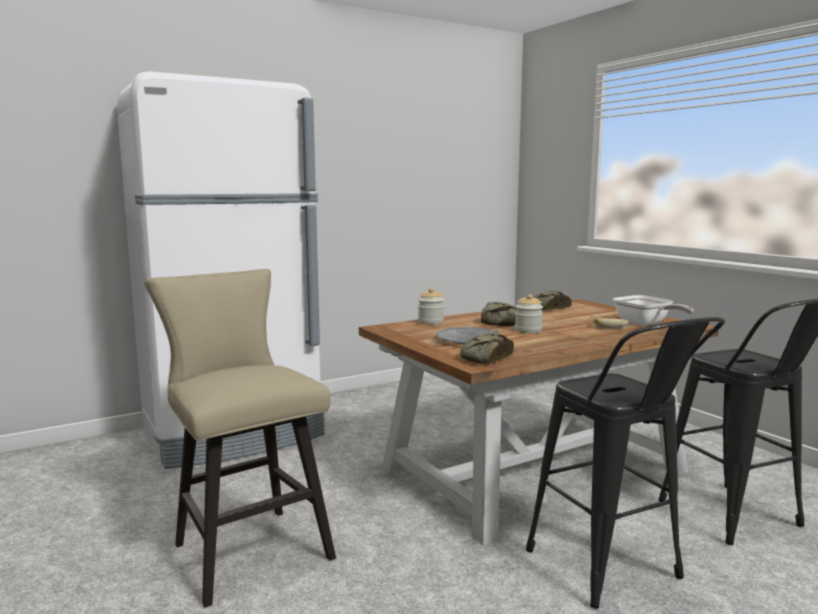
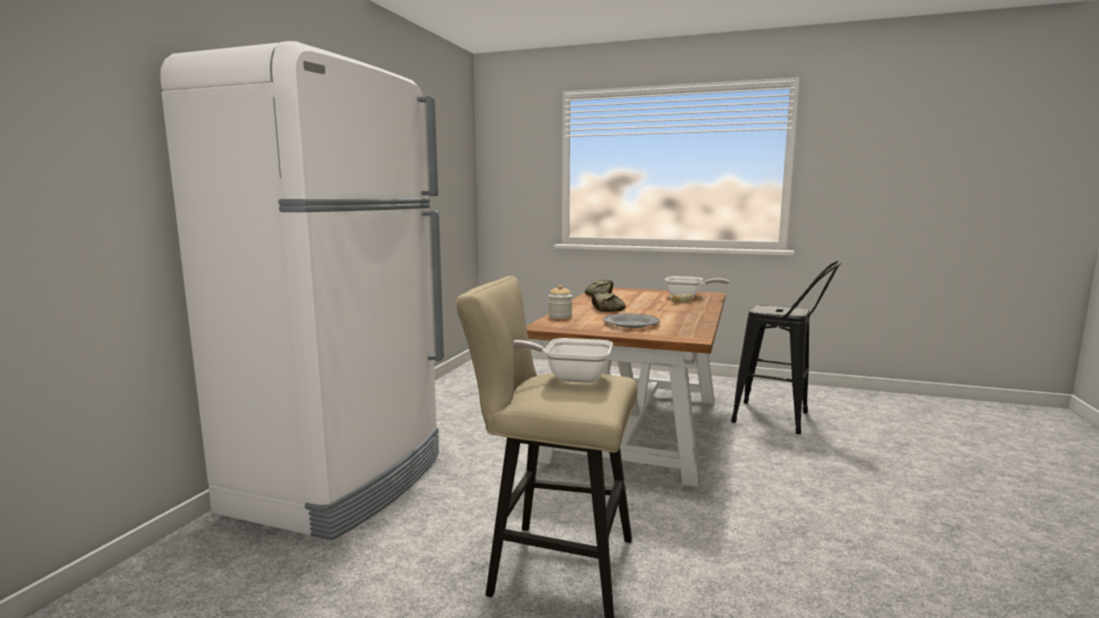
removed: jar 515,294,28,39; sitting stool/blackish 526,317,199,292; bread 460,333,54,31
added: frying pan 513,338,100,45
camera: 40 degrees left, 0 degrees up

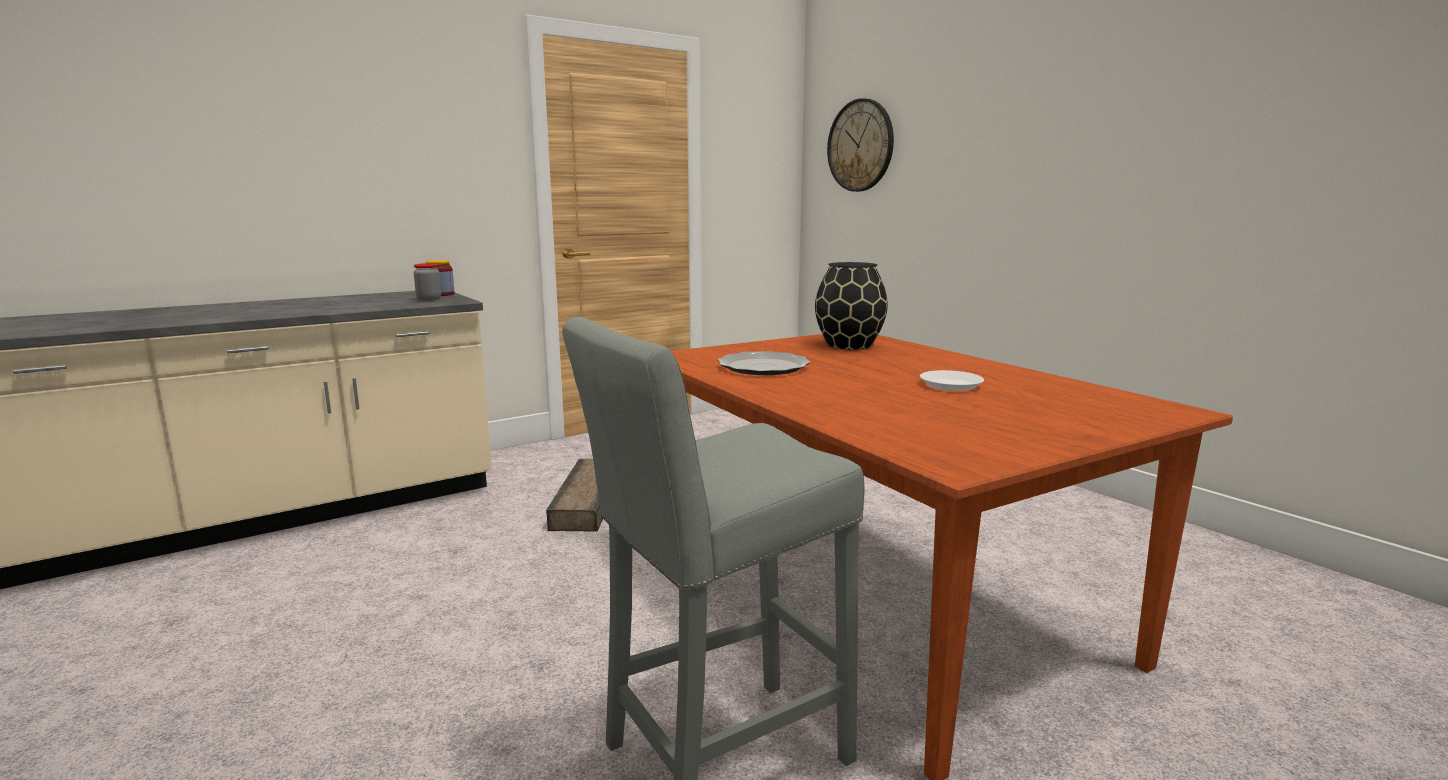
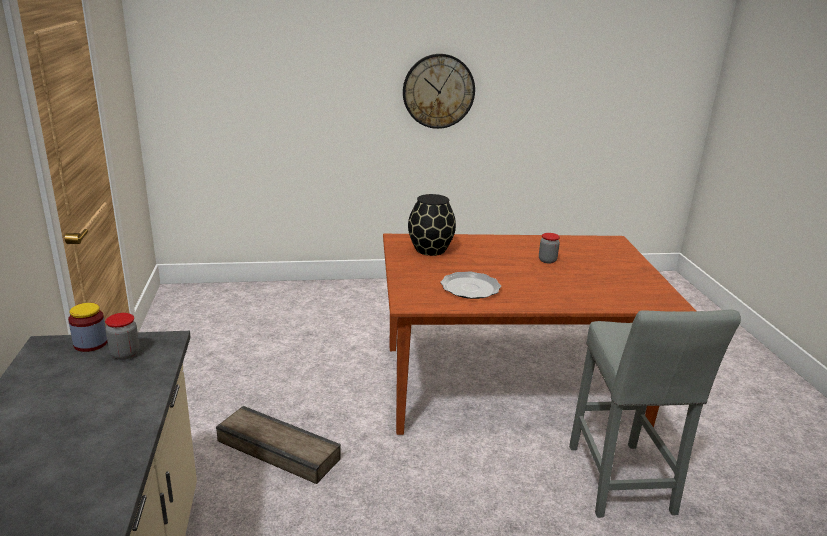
moved: wall clock 827,98,67,94 to 403,54,72,75
replaced: dinner plate/white 920,370,64,21 to jar 539,233,21,31
camera: 65 degrees left, 10 degrees up

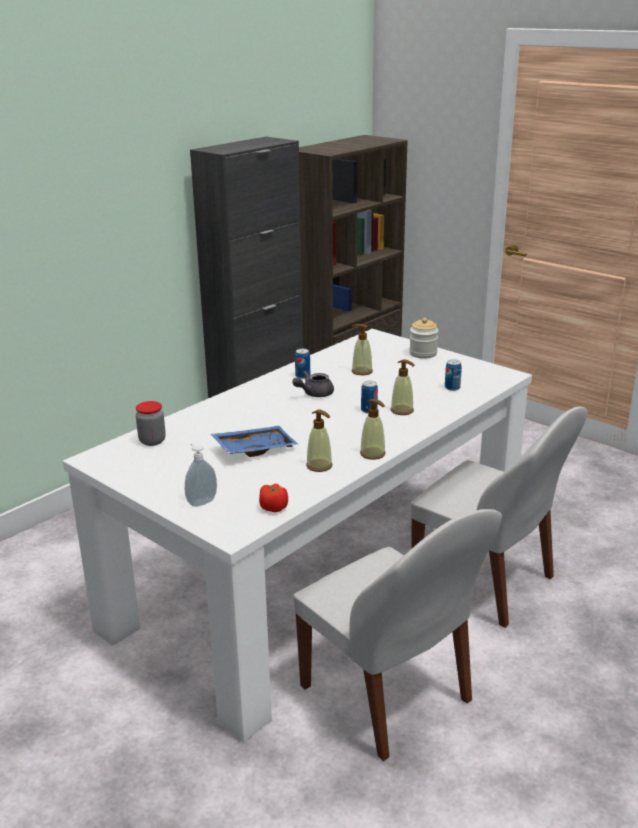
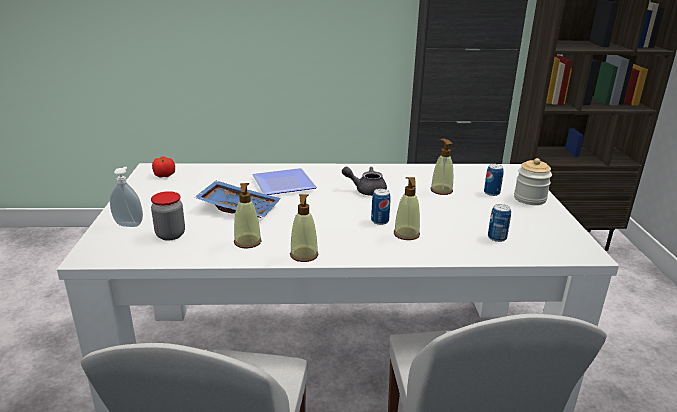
added: dinner plate 252,168,65,27
moved: sealed can 295,349,15,30 to 484,164,20,32; jar 136,401,30,45 to 151,191,34,50; fresh tomato 259,484,29,28 to 152,156,23,22
camera: 45 degrees right, 0 degrees up

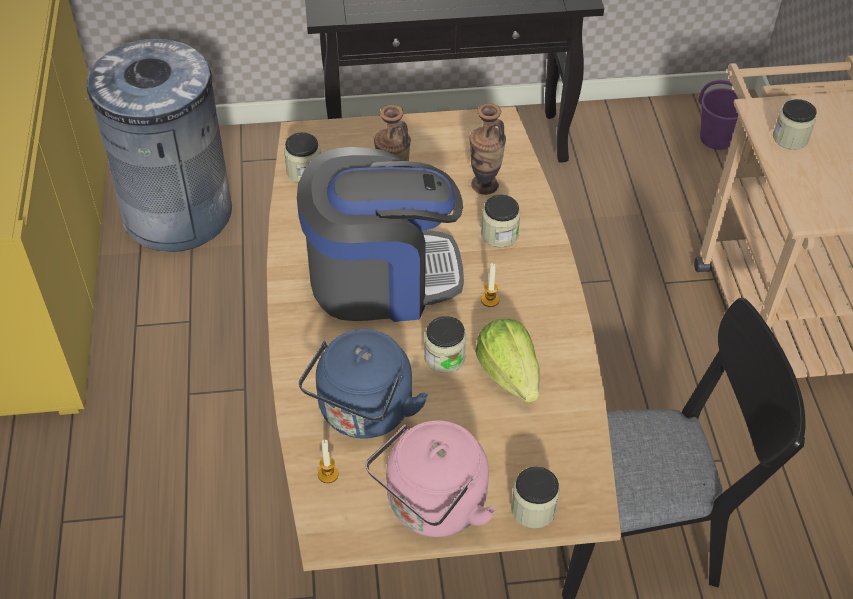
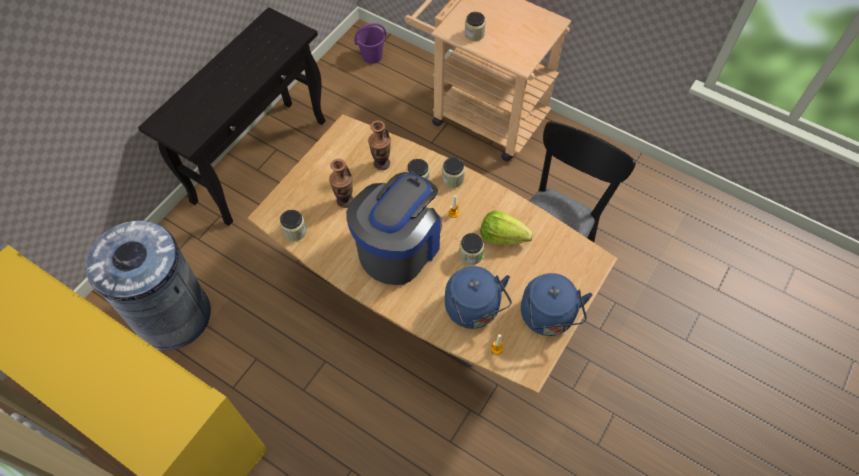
moved: jar 511,467,49,61 to 442,157,23,31
recoloured: kettle/pinkish 366,421,130,116 to kettle/bluish 521,273,71,63
camera: 50 degrees left, 10 degrees up

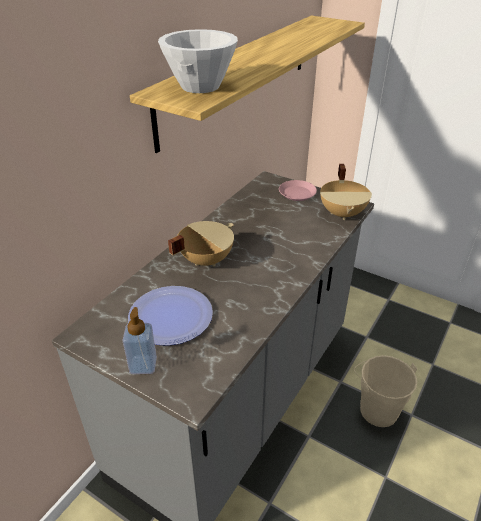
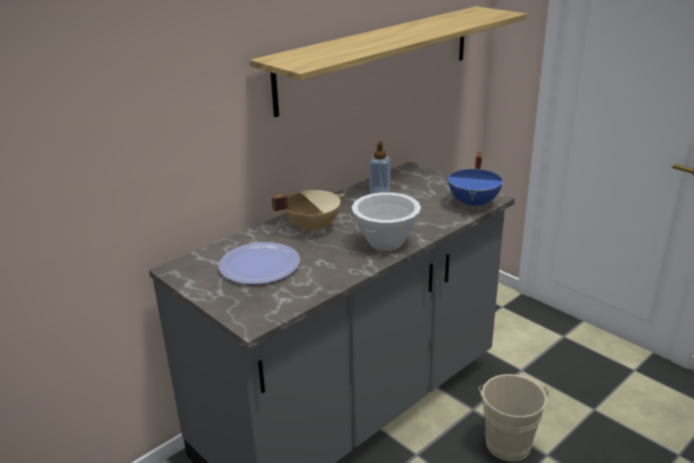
removed: dinner plate/pinkish 279,180,38,21
moved: deep dish/white 158,29,80,64 to 352,192,69,59; soap dispenser 122,307,35,67 to 370,141,20,53
recoloured: saucepot/beige 320,164,52,56 to saucepot/bluish 448,152,55,57
camera: 15 degrees right, 10 degrees down

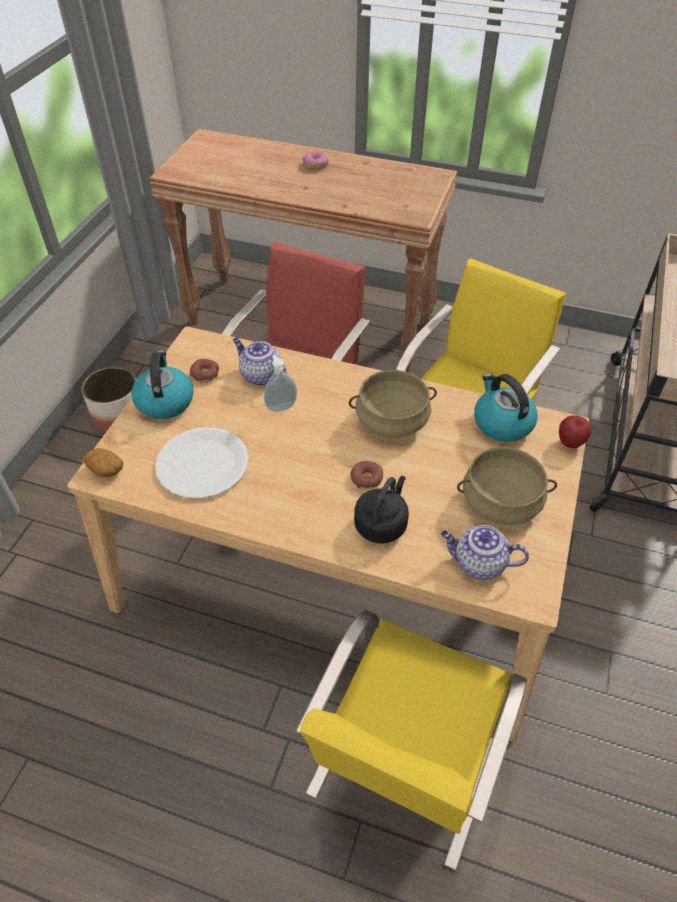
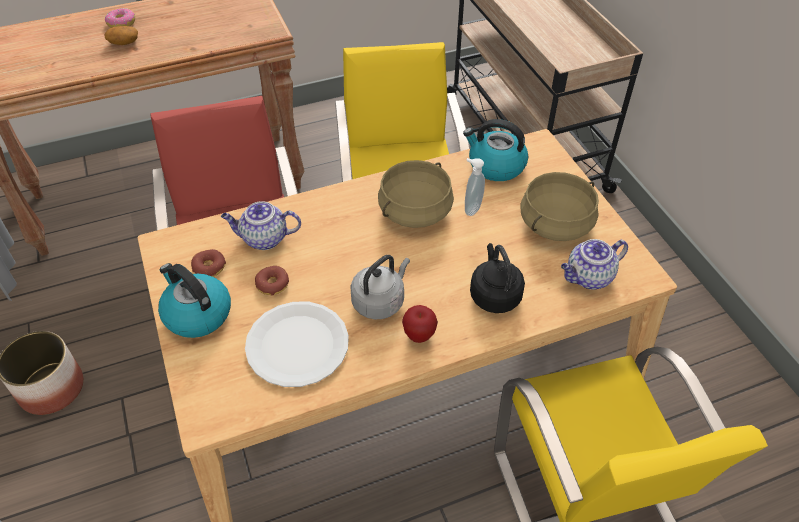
added: kettle/grey 351,255,59,65
moved: soap dispenser 264,355,33,57 to 465,158,20,58; apple 559,415,32,34 to 402,305,36,38; potato 83,448,40,29 to 105,26,33,19; doughnut 350,461,33,28 to 255,266,34,30
camera: 40 degrees left, 0 degrees up

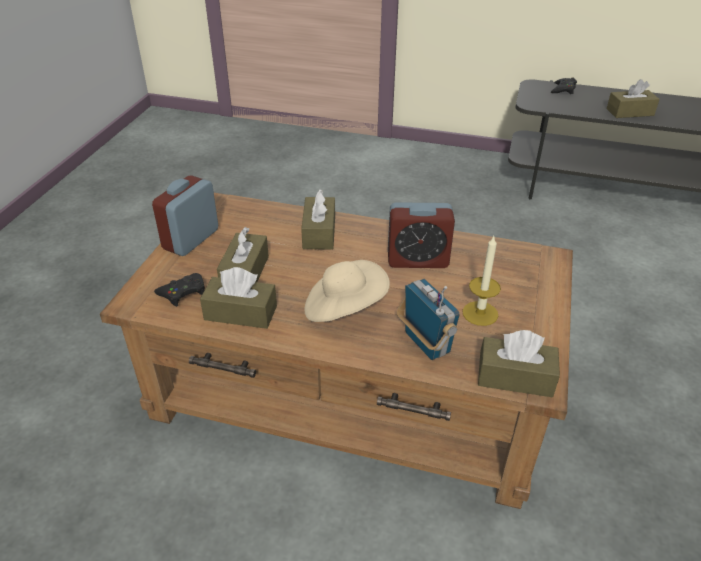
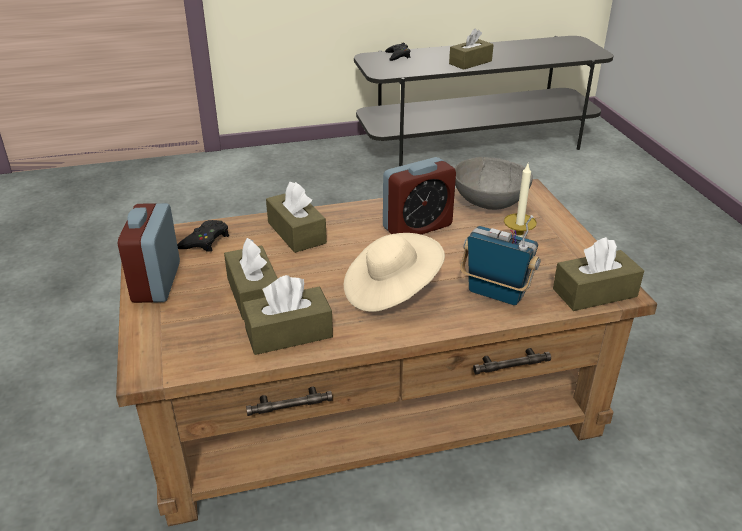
added: deep dish/grey 454,157,79,53
moved: joypad/blackish 154,273,51,34 to 177,220,52,32
camera: 30 degrees left, 5 degrees down

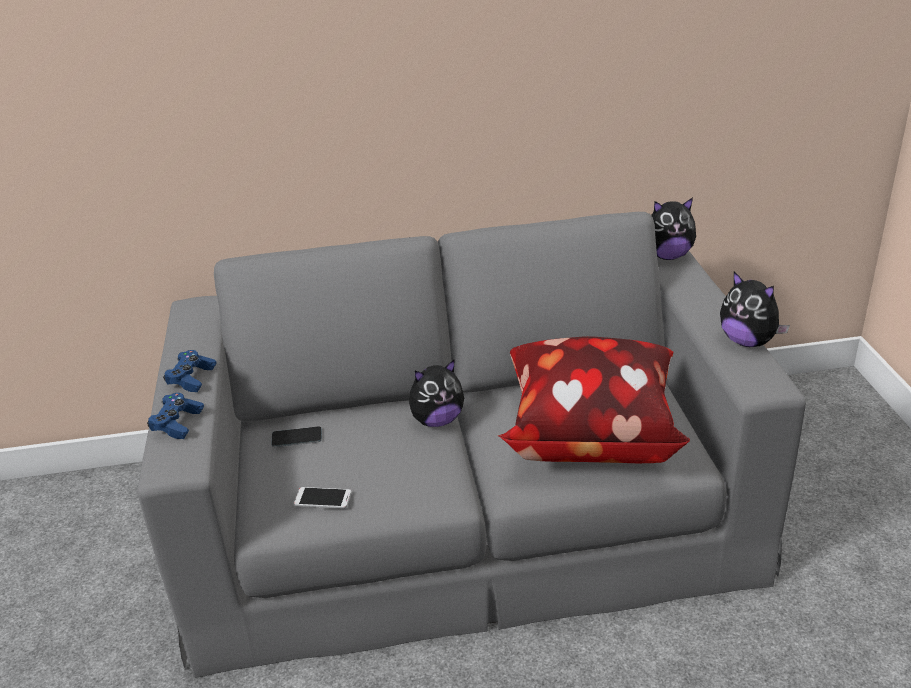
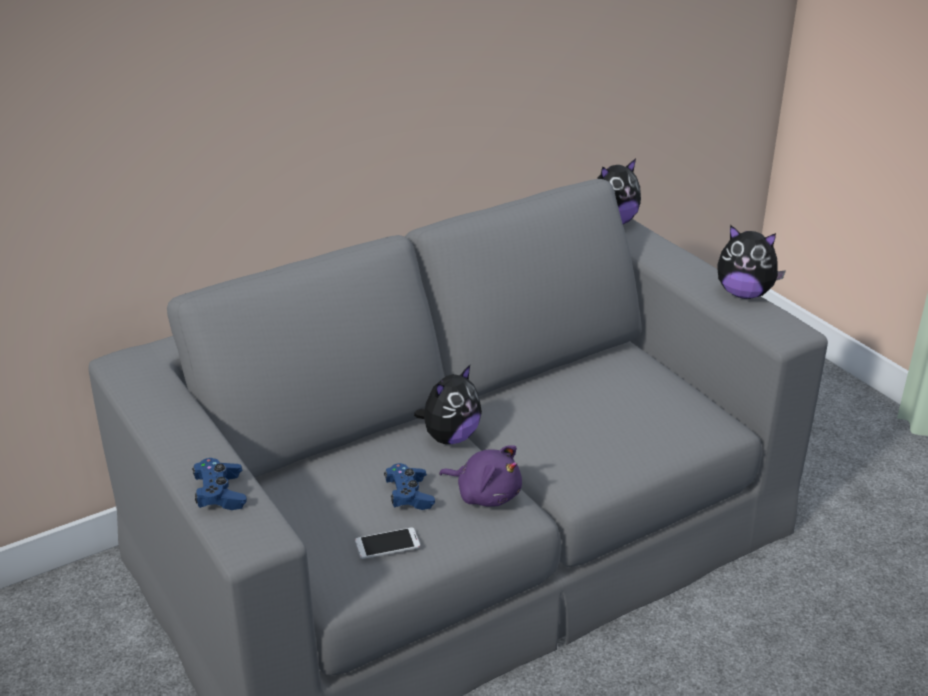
removed: throw pillow 498,336,192,127; handset 271,426,51,21
added: soft toy/purple 439,445,83,62
moved: joypad/bluish 163,350,54,42 to 384,463,51,47
camera: 25 degrees left, 0 degrees up

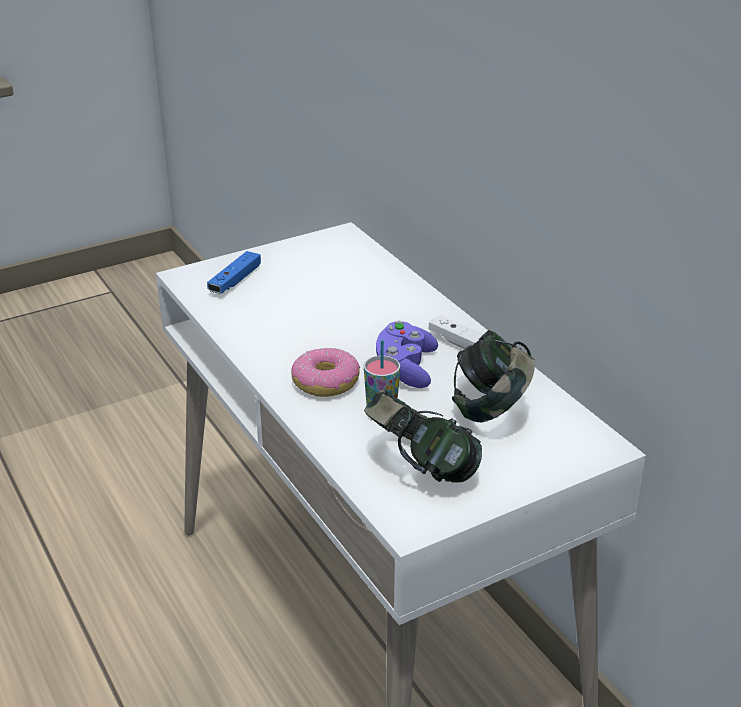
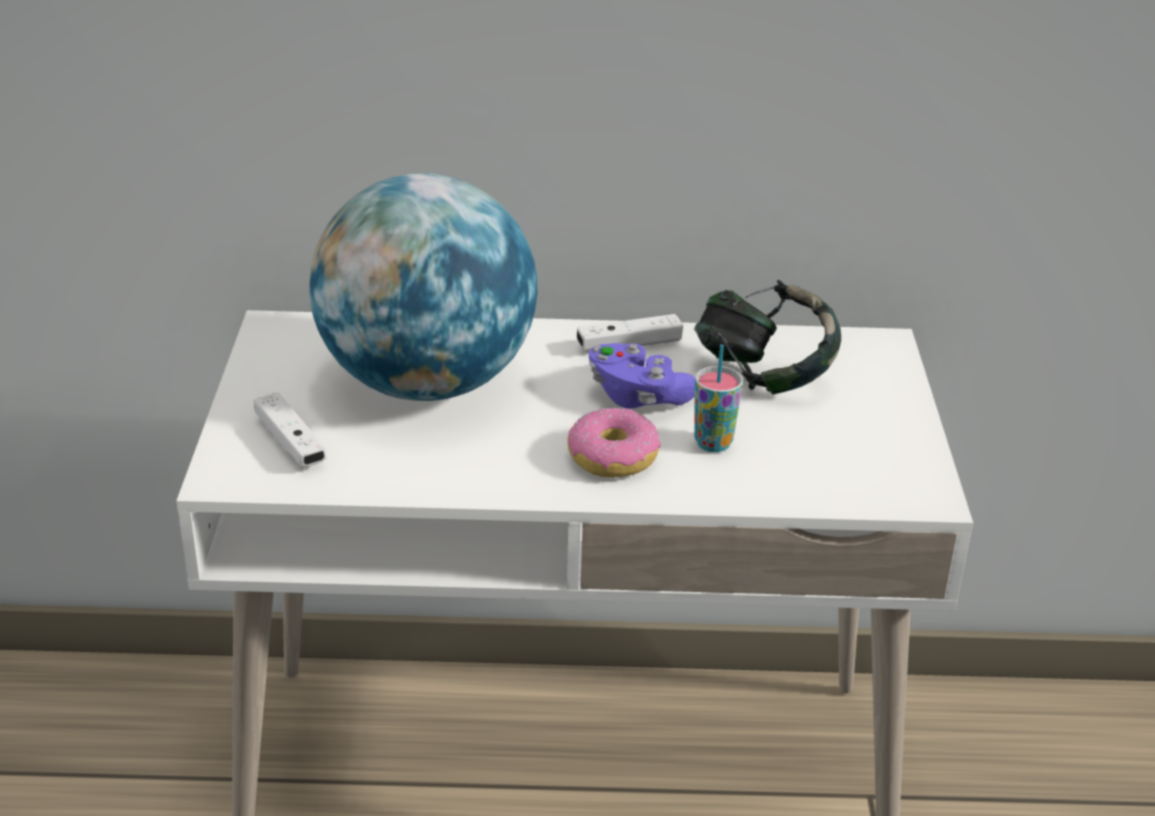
removed: headphones 364,389,118,94
added: globe 309,173,229,228
recoloured: joypad/bluish 207,251,54,43 to joypad/white 254,393,73,74
camera: 60 degrees left, 0 degrees up

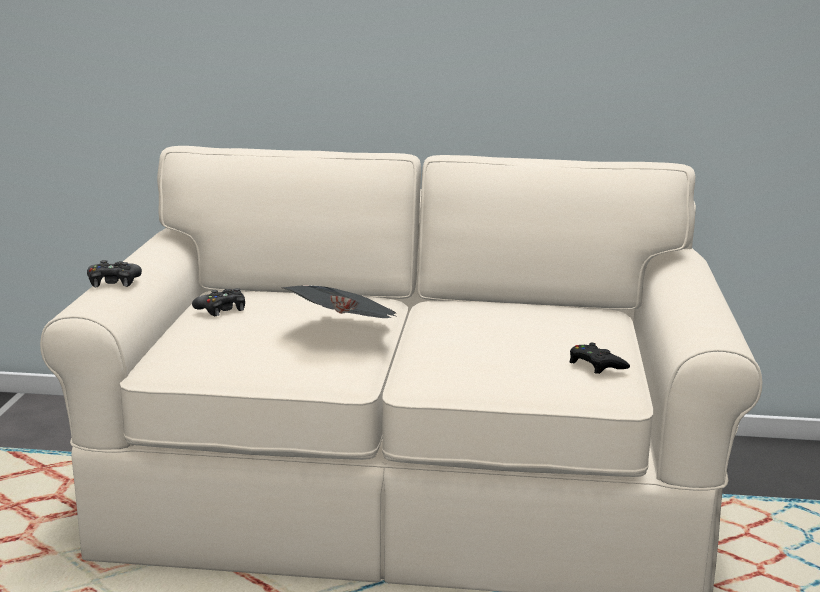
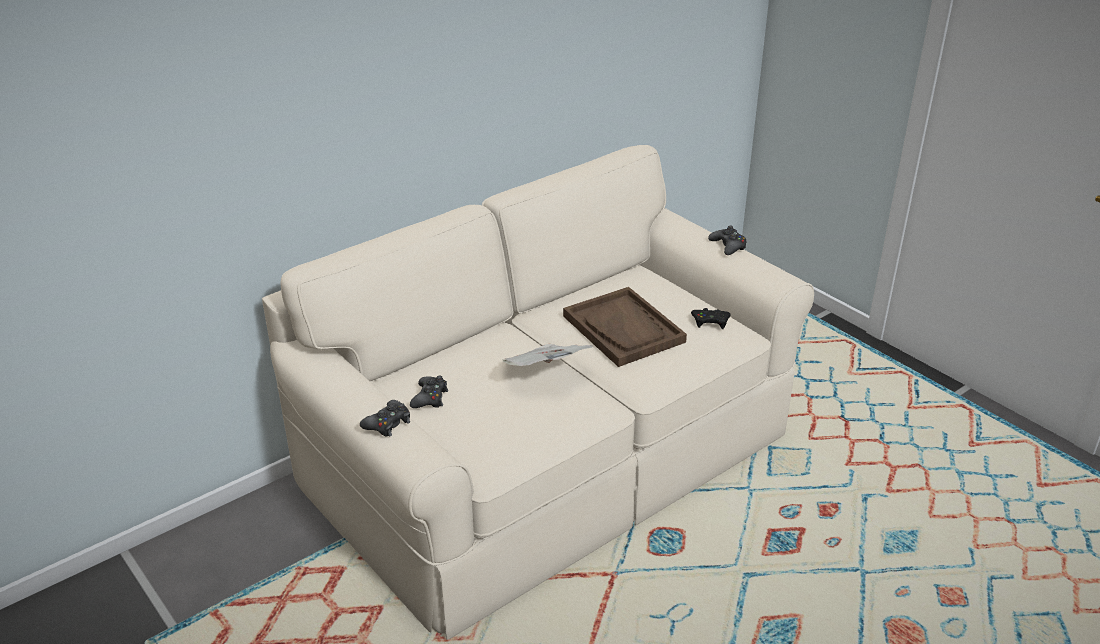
added: joypad/blackish 708,226,38,29; tray/brown 563,287,124,80
camera: 45 degrees left, 15 degrees up

